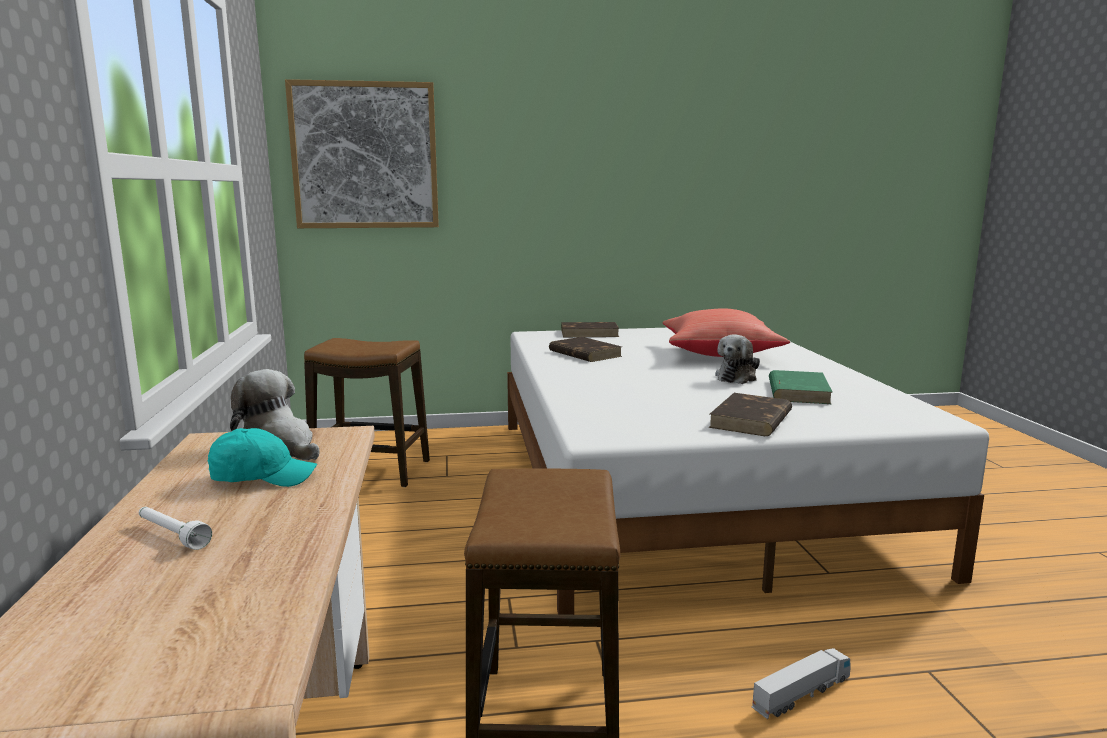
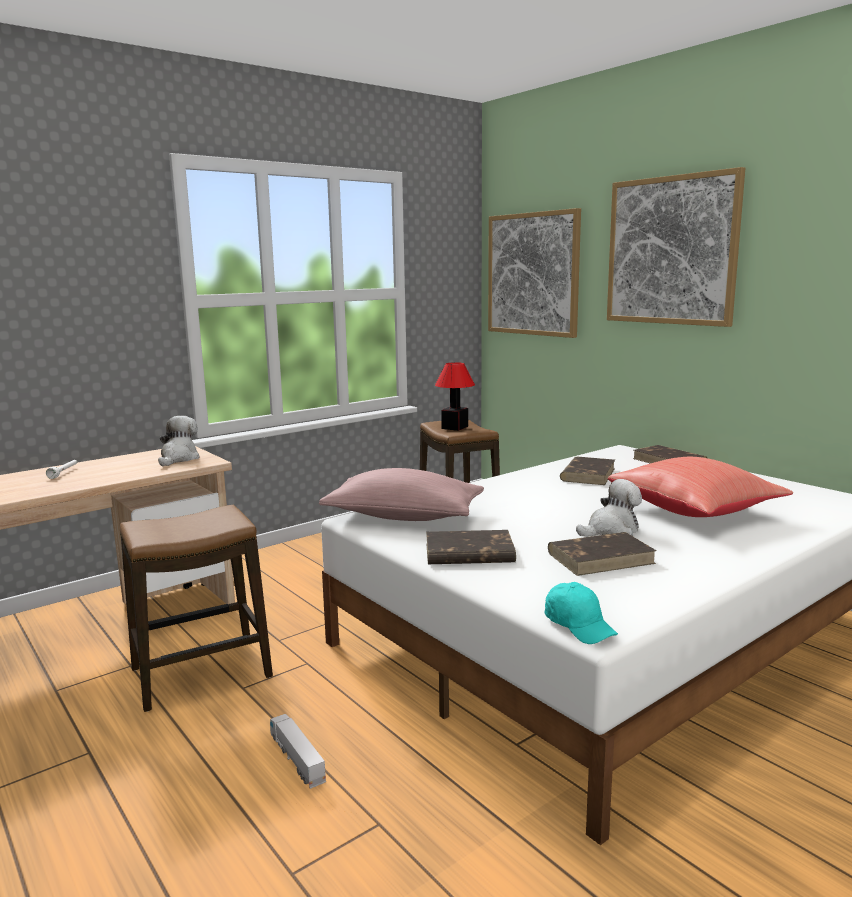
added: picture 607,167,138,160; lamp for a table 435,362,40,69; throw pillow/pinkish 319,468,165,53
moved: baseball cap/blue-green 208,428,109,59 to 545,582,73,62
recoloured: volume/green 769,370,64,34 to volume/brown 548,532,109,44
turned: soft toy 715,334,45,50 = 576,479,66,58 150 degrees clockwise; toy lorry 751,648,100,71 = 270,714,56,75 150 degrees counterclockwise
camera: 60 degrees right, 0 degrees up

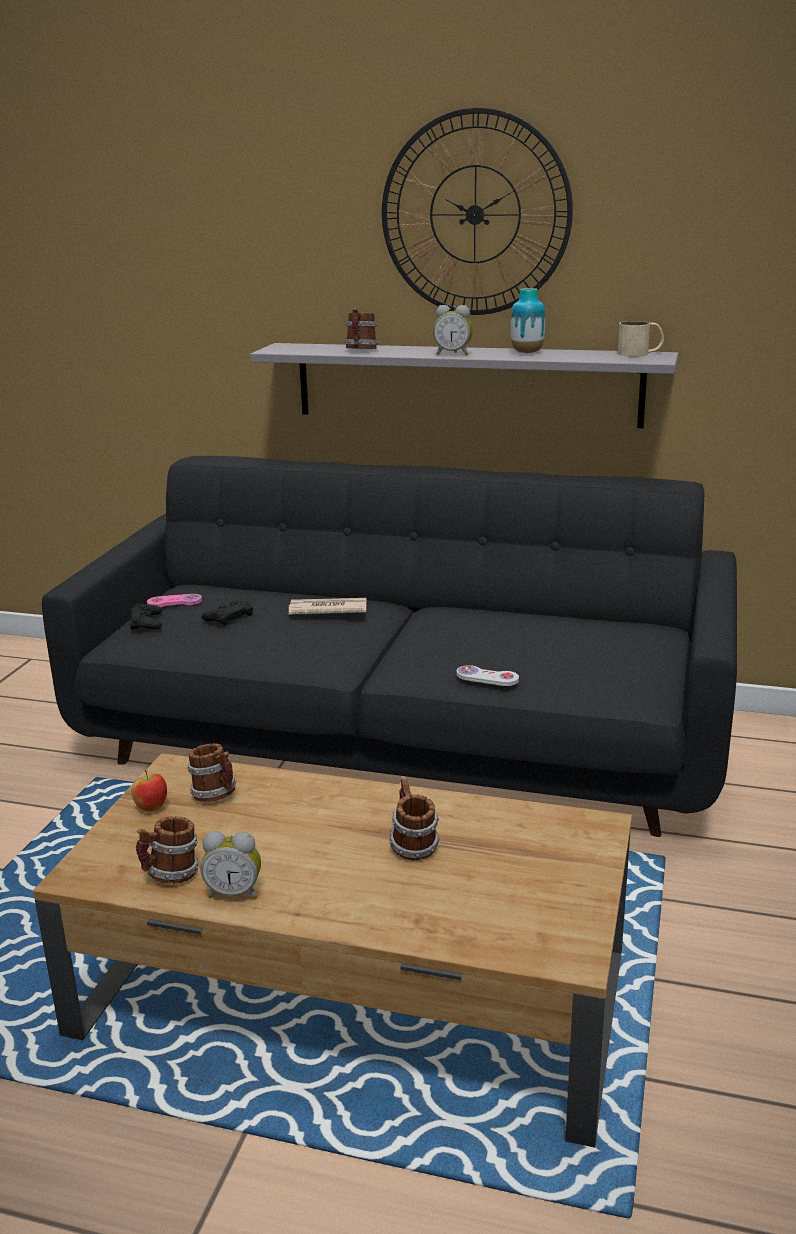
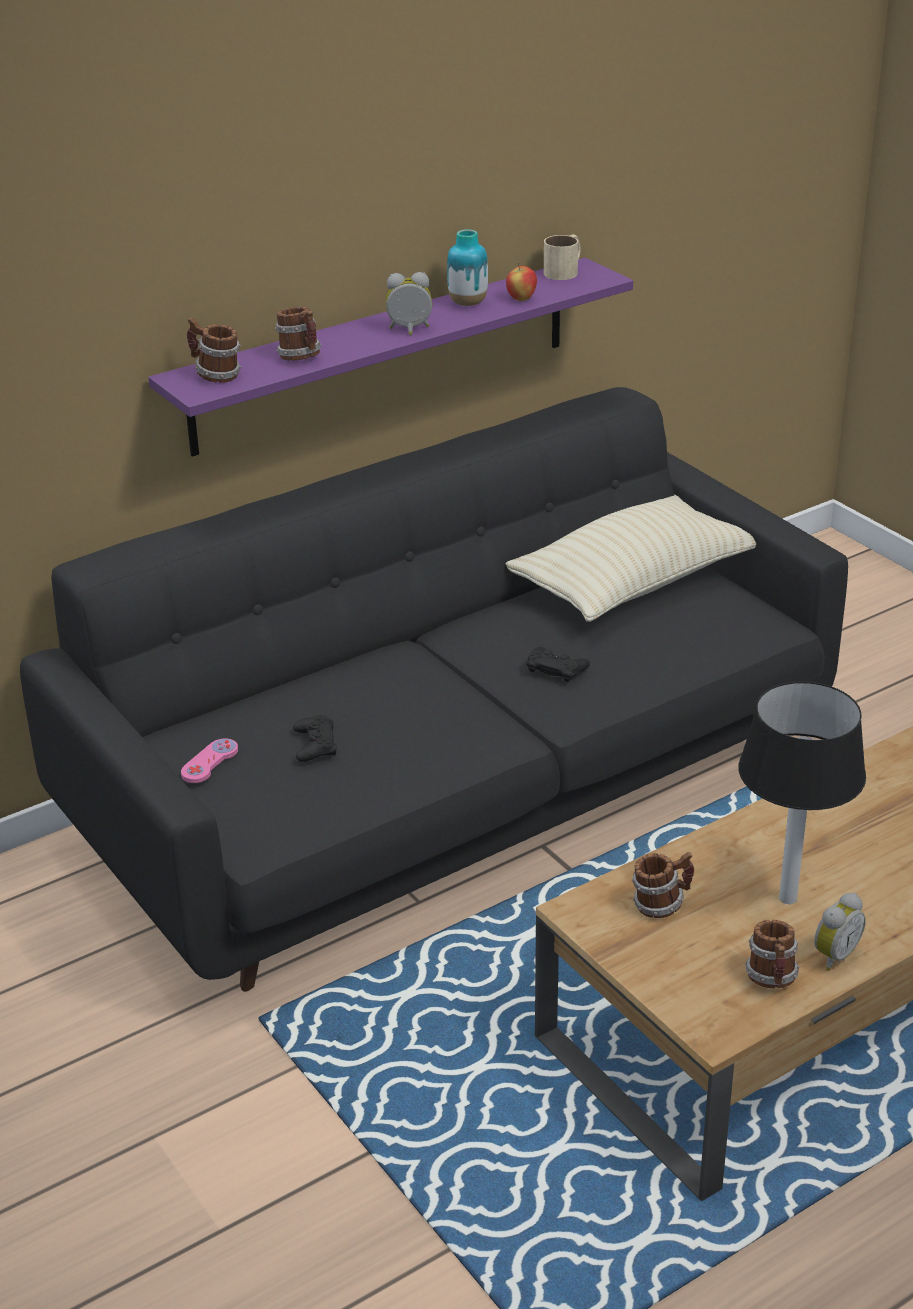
removed: wall clock 382,108,191,207; daily paper 289,598,78,17; joypad/white 456,665,63,21
added: throw pillow/beige 506,494,250,128; lamp for a table 738,681,128,223
moved: joypad/blackish 129,604,33,27 to 527,647,63,35; apple 131,770,36,42 to 506,263,31,38; mug 389,778,51,83 to 187,318,54,65
recoloured: wall shelf/grey 250,343,428,85 to wall shelf/purple 148,258,485,199
turned: alarm clock 433,305,40,51 = 385,272,47,63 150 degrees counterclockwise
camera: 50 degrees left, 10 degrees up

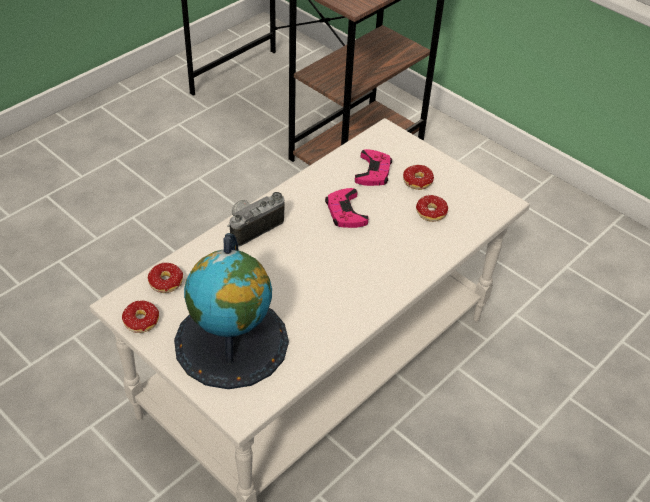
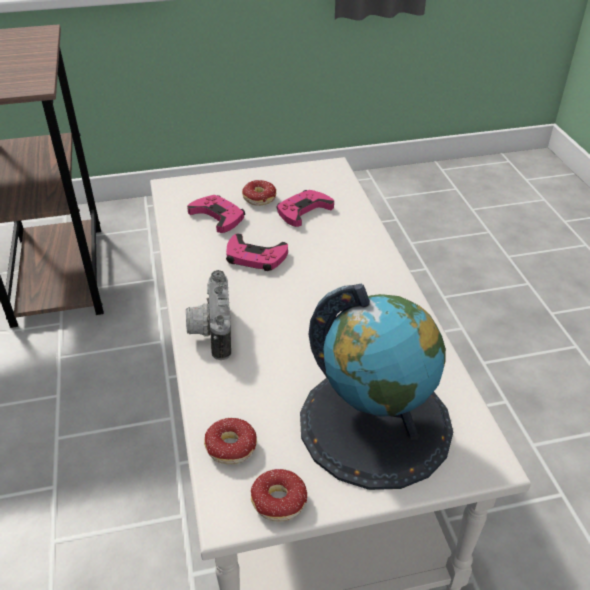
replaced: doughnut 402,195,46,27 to joypad/pinkish 276,190,58,37
camera: 55 degrees left, 5 degrees down

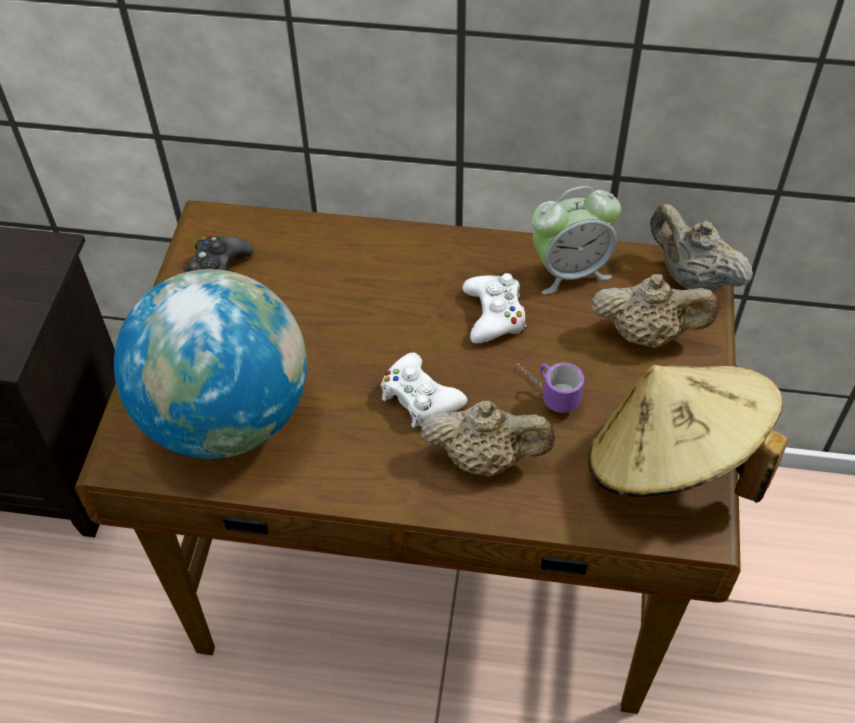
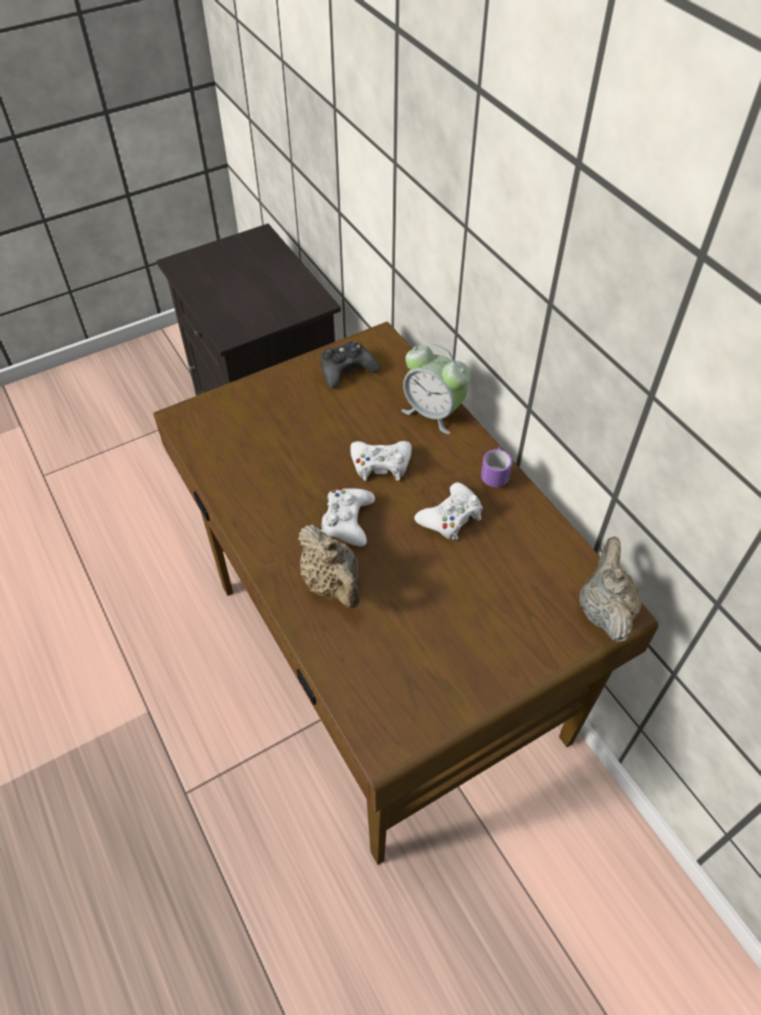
removed: globe 114,269,193,190; pot for tea/beige 592,274,127,74; hat/beige 588,365,200,138
added: joypad/white 350,441,62,40
moved: alarm clock 532,186,89,108 to 401,344,70,90; mug 516,363,68,50 to 481,447,32,40
camera: 50 degrees right, 0 degrees up

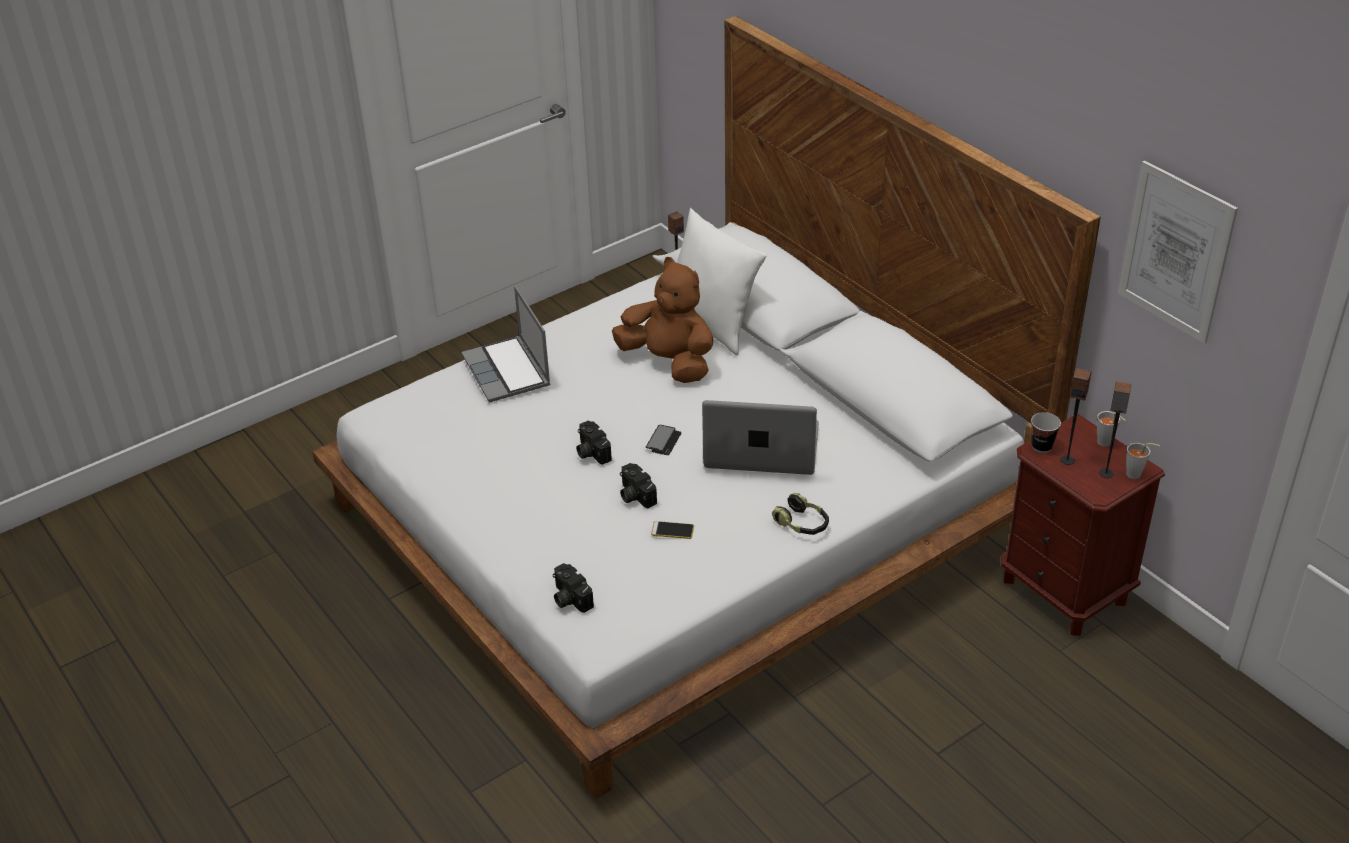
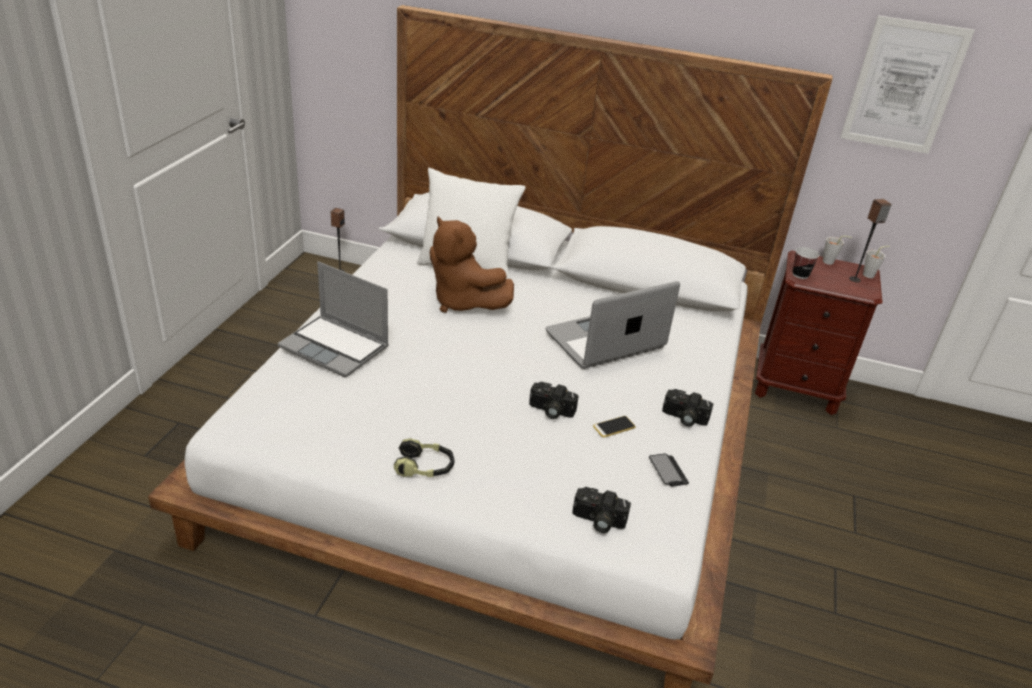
removed: loudspeaker 1060,368,32,97
moved: photo camera 577,421,35,44 to 662,389,51,38; handset 646,425,35,30 to 649,454,40,32; headphones 772,493,57,42 to 394,438,61,39
turned: soft toy/brown 612,257,101,126 = 429,217,85,96 135 degrees counterclockwise
camera: 40 degrees left, 5 degrees down

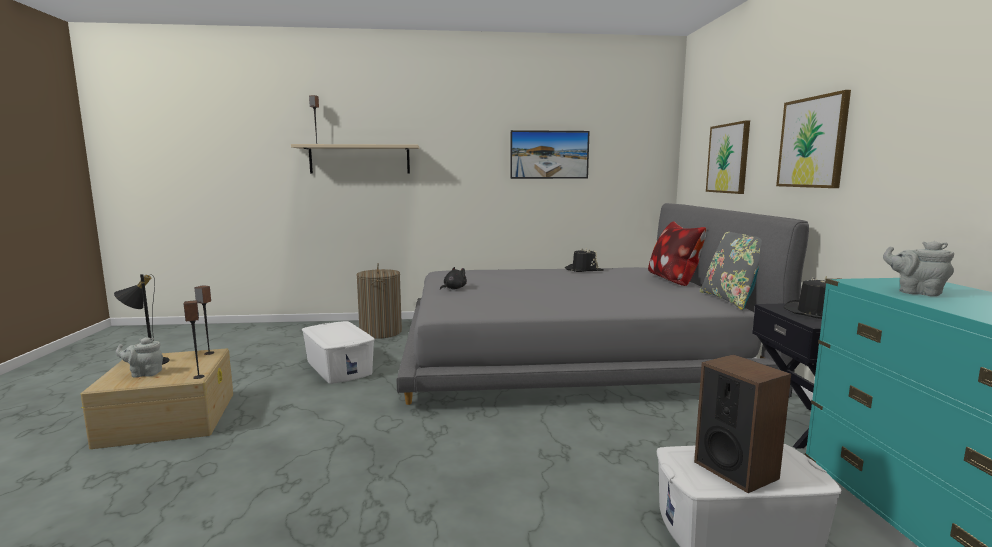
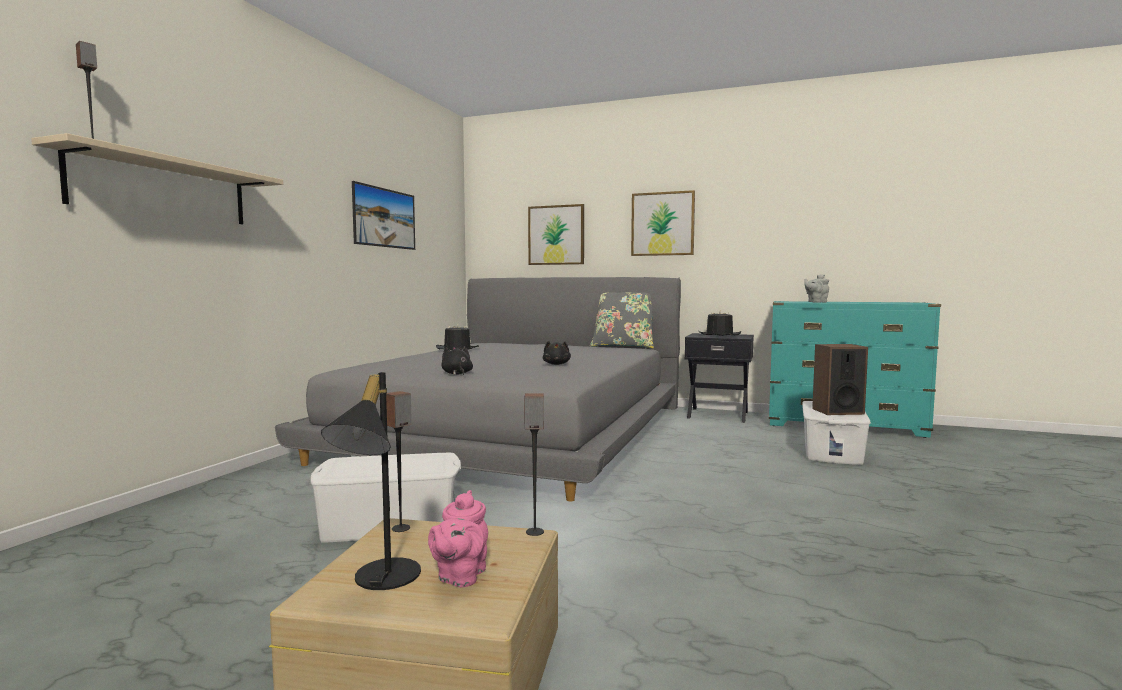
removed: throw pillow 648,221,58,65; washing basket 356,263,46,76
added: soft toy/blackish 543,341,28,24
recoloured: pot for tea/grey 116,337,47,41 to pot for tea/pinkish 428,490,60,97
camera: 65 degrees left, 5 degrees down

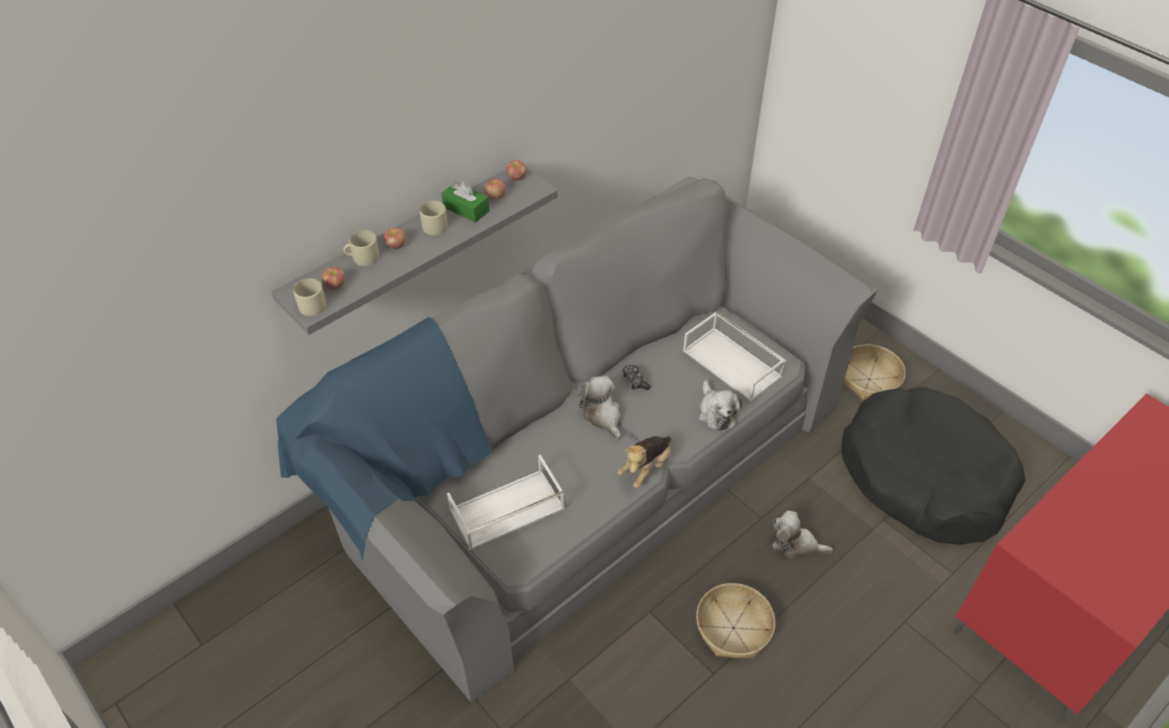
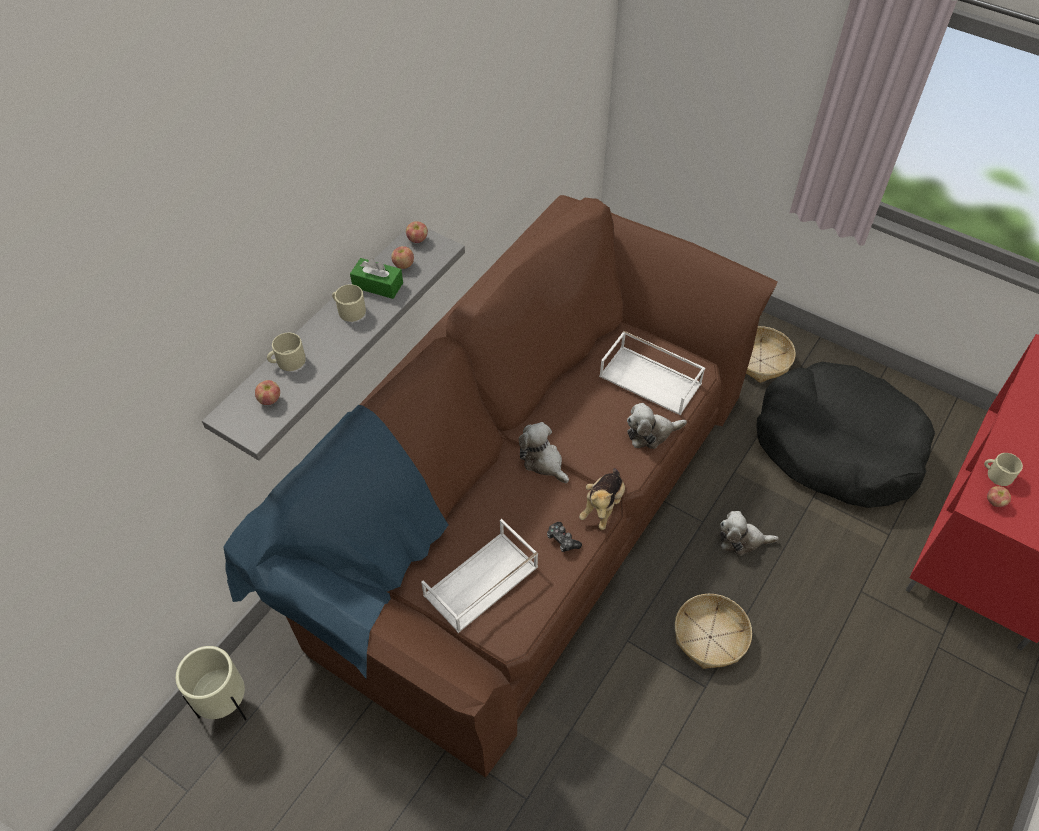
added: plant pot/beige 176,646,71,75
moved: apple 384,227,22,22 to 987,486,24,21; mug/beige 293,279,33,37 to 984,453,39,33; joypad 622,365,29,25 to 547,522,35,30
recoloured: couch/grey 276,176,602,527 to couch/brown 223,195,555,583
turned: soft toy 699,380,43,51 = 627,403,60,46 105 degrees clockwise
camera: 15 degrees left, 5 degrees up

